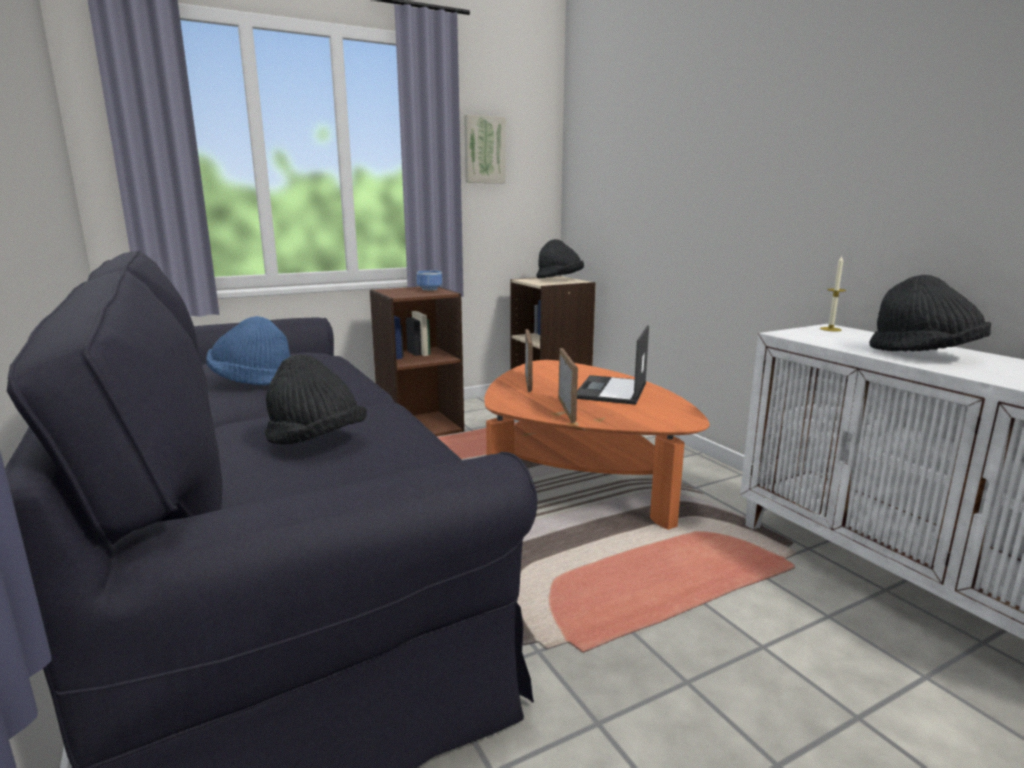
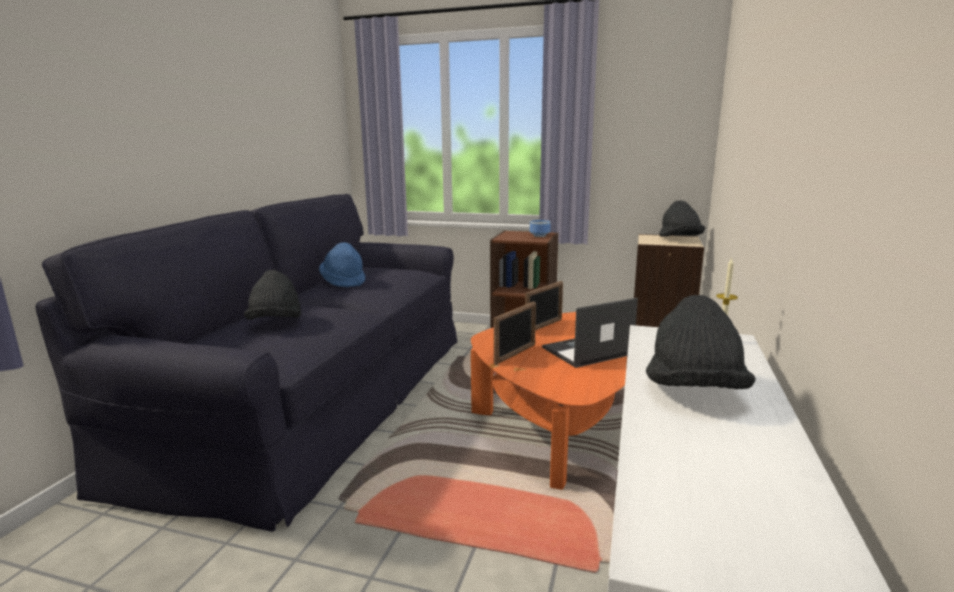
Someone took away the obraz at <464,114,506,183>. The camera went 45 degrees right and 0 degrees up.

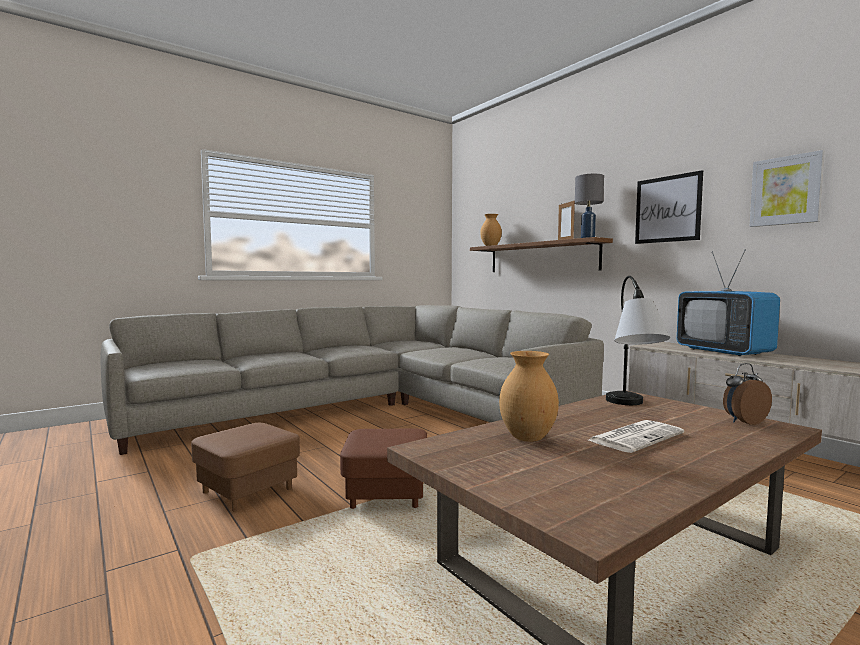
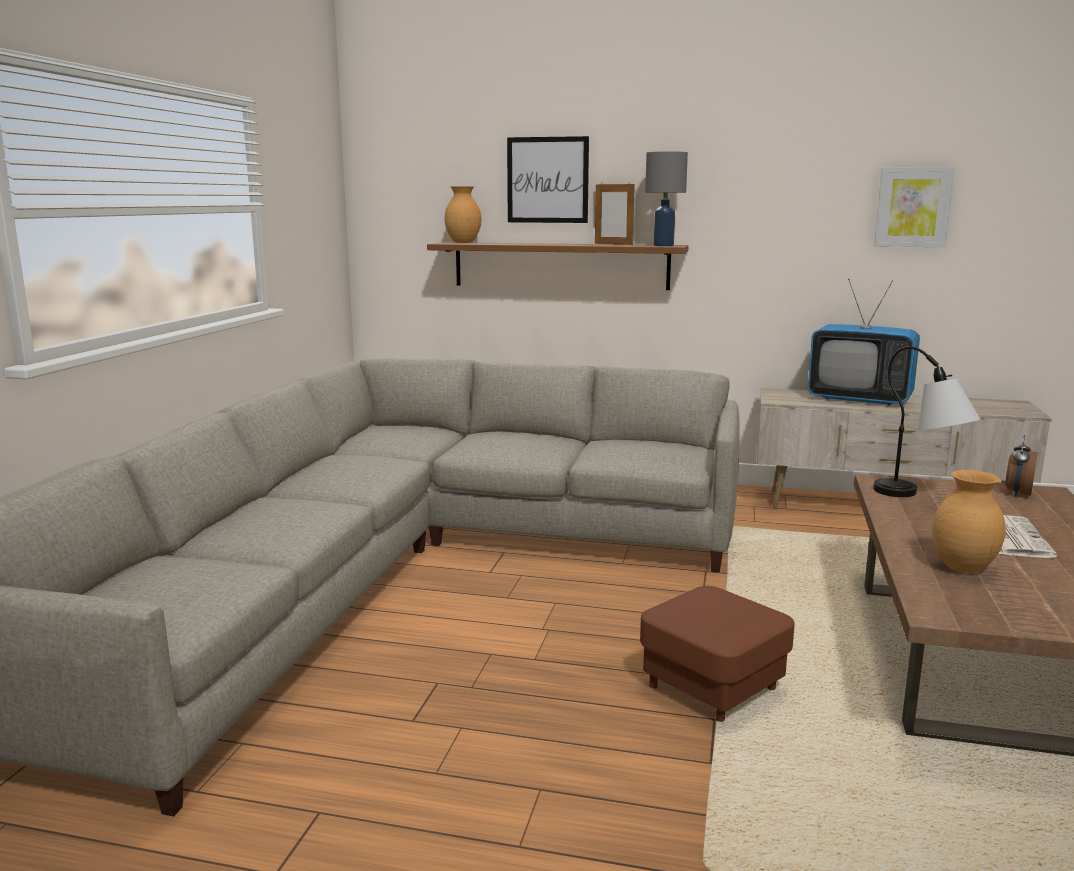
Someone took away the pufa/brązowy at <191,423,300,511>. Someone carried the obraz from <635,170,703,244> to <507,136,589,223>. The camera went 40 degrees left and 10 degrees up.

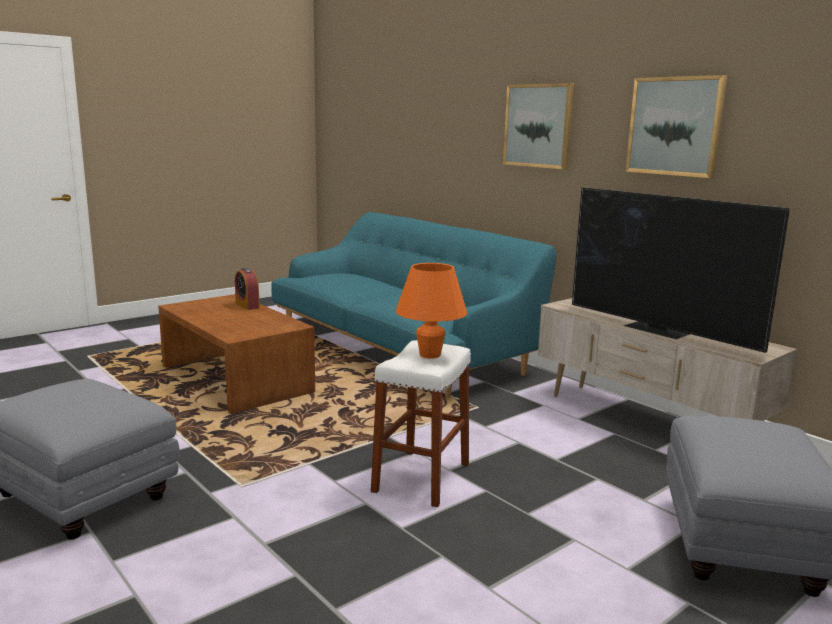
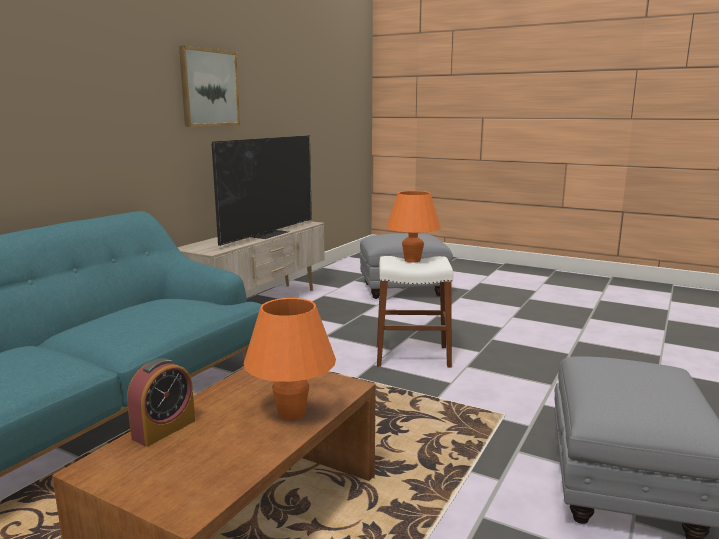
Someone took away the obraz at <503,83,574,169>. Someone put down the lampa stołowa/pomarańczowy at <244,298,336,420>. The camera went 110 degrees left and 0 degrees up.

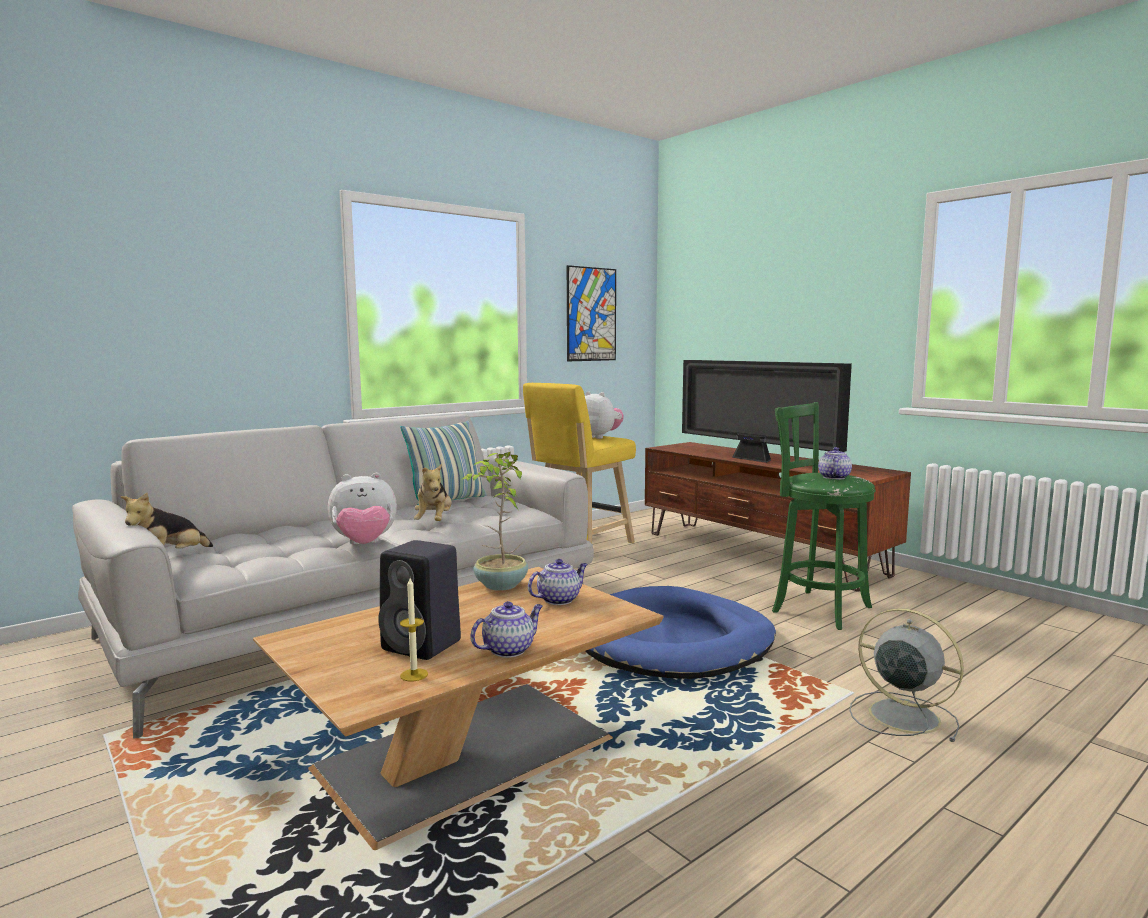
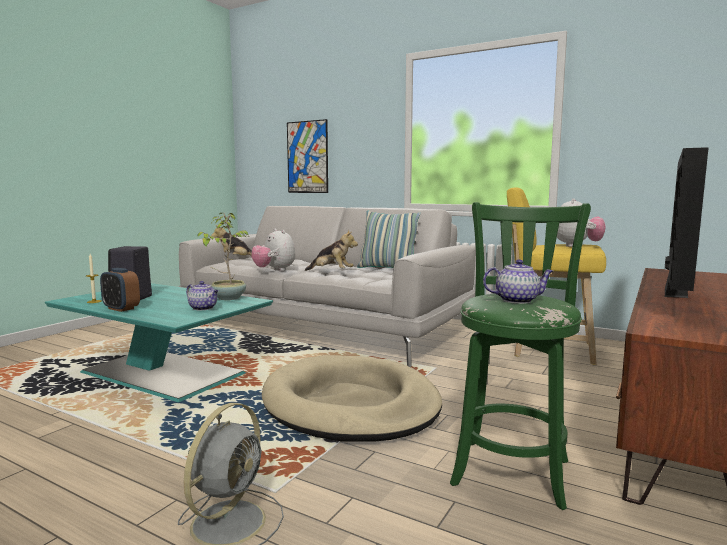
Someone carried the obraz from <567,265,616,361> to <287,119,328,193>. Someone swapped the imbryk at <470,601,543,658> for the budzik at <100,268,140,312>. Someone repainted the ława/brązowy at <253,567,664,850>, which became the ława/turkusowy at <45,283,273,402>. Someone repainted the legowisko/niebieski at <585,586,776,679>, which became the legowisko/beżowy at <262,355,442,442>. Someone rotated the pluszak at <414,464,452,521> by 135 degrees counterclockwise. The camera went 70 degrees right and 0 degrees up.

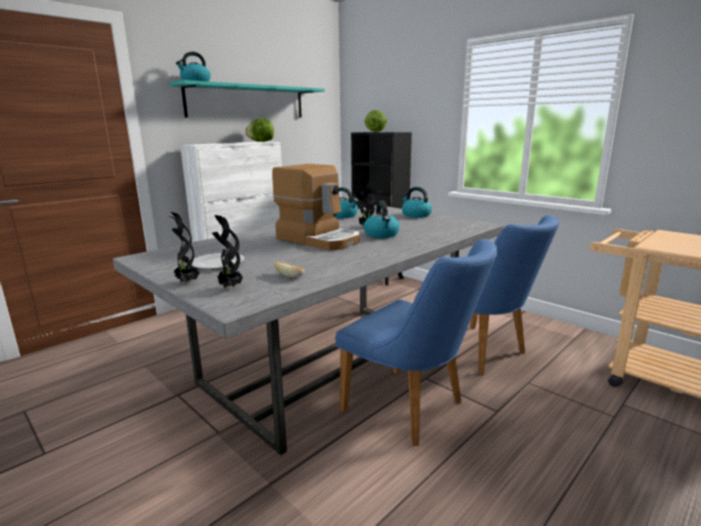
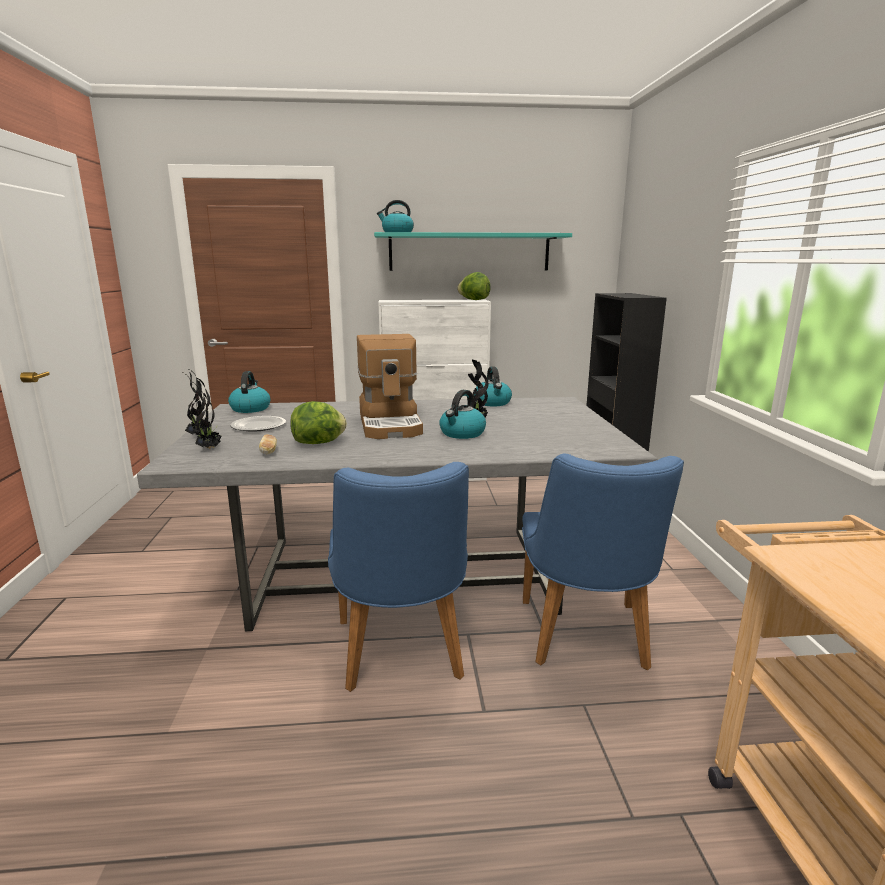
Someone carried the sałata from <365,110,387,132> to <290,401,347,444>. Someone carried the czajnik from <401,187,432,218> to <228,371,271,413>. The camera went 40 degrees right and 0 degrees up.

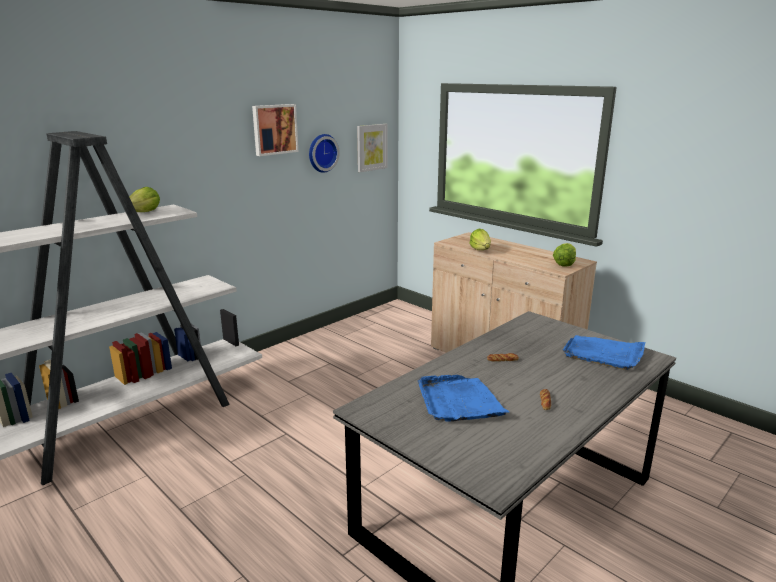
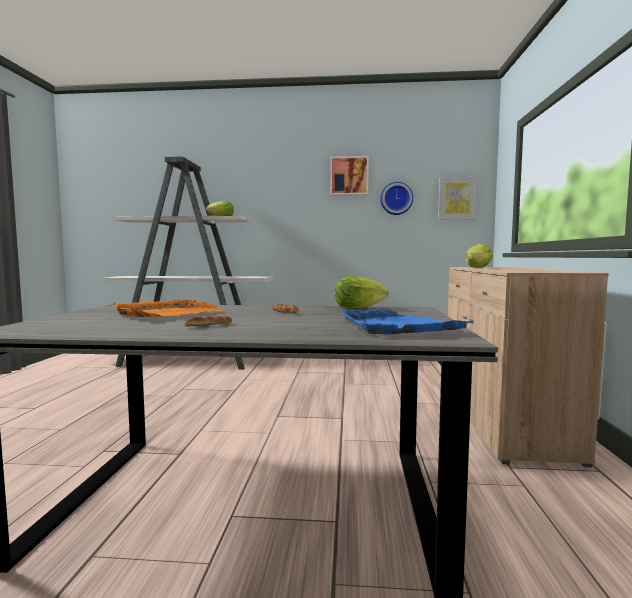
Someone carried the sałata from <553,243,576,267> to <335,276,388,309>. Someone repainted the taca/niebieski at <418,375,509,422>, which became the taca/pomarańczowy at <111,299,222,317>. The camera went 50 degrees right and 15 degrees down.

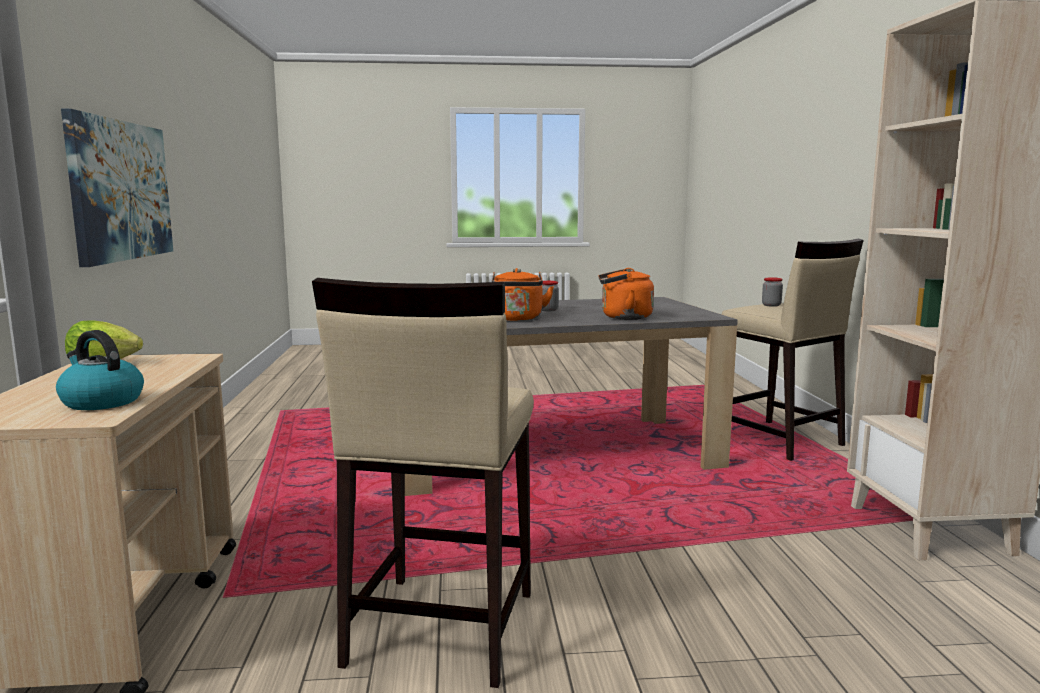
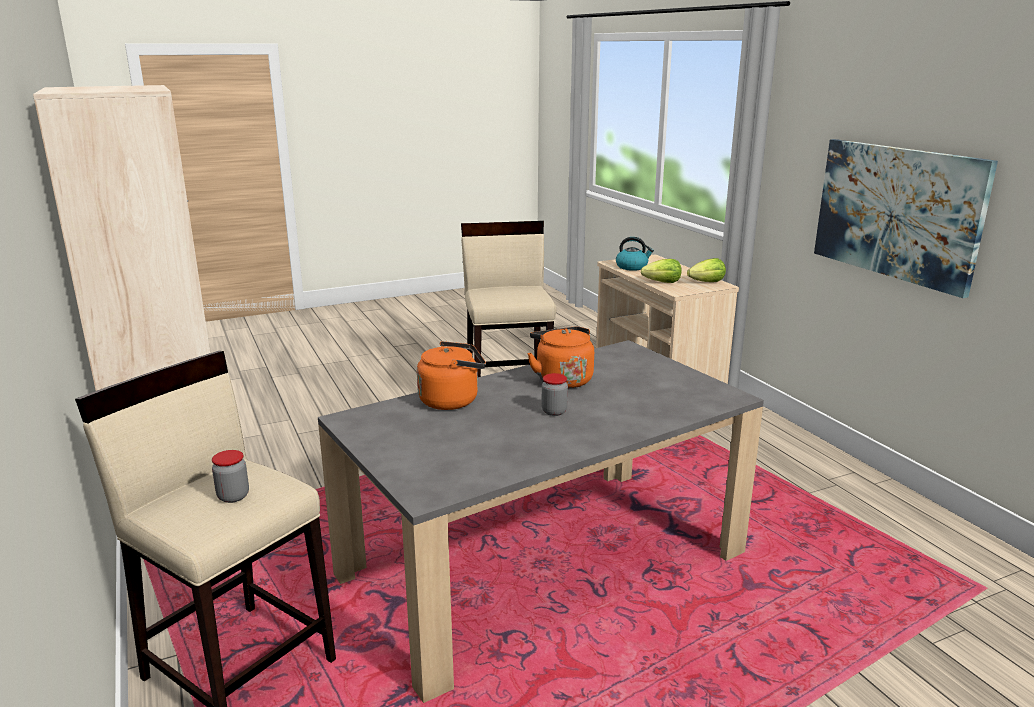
Someone put down the sałata at <641,259,682,283>. The camera went 160 degrees right and 10 degrees up.

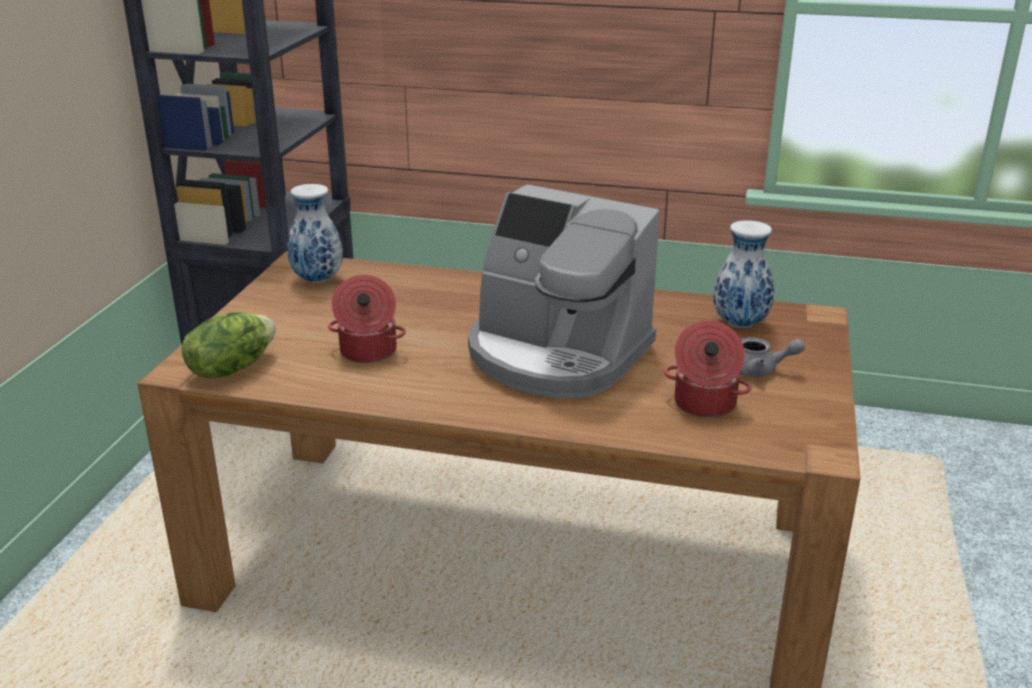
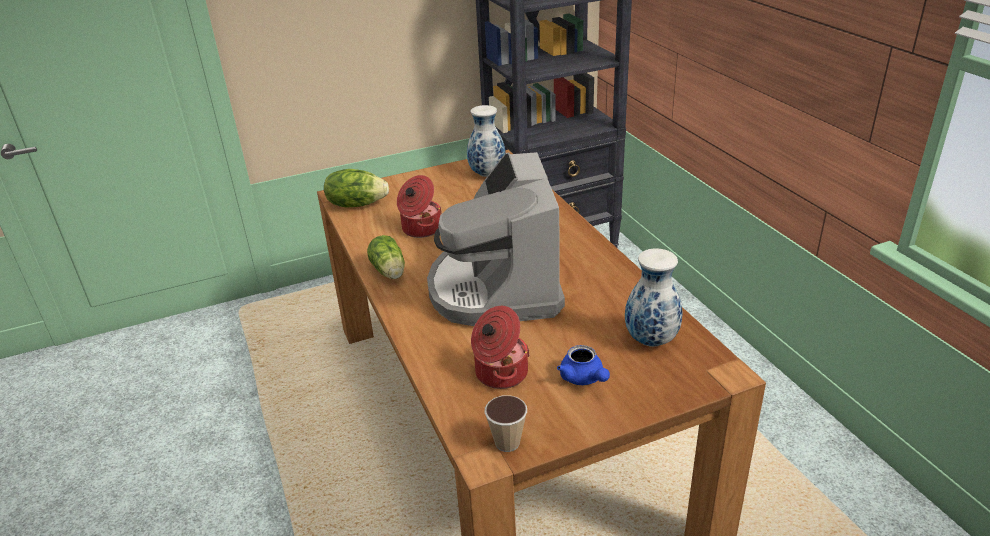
Someone put down the sałata at <367,235,405,279>. Someone put down the filiżanka at <485,395,527,452>. Someone repainted the imbryk/szary at <739,337,805,377>, which became the imbryk/niebieski at <557,345,610,385>. The camera went 55 degrees right and 5 degrees up.

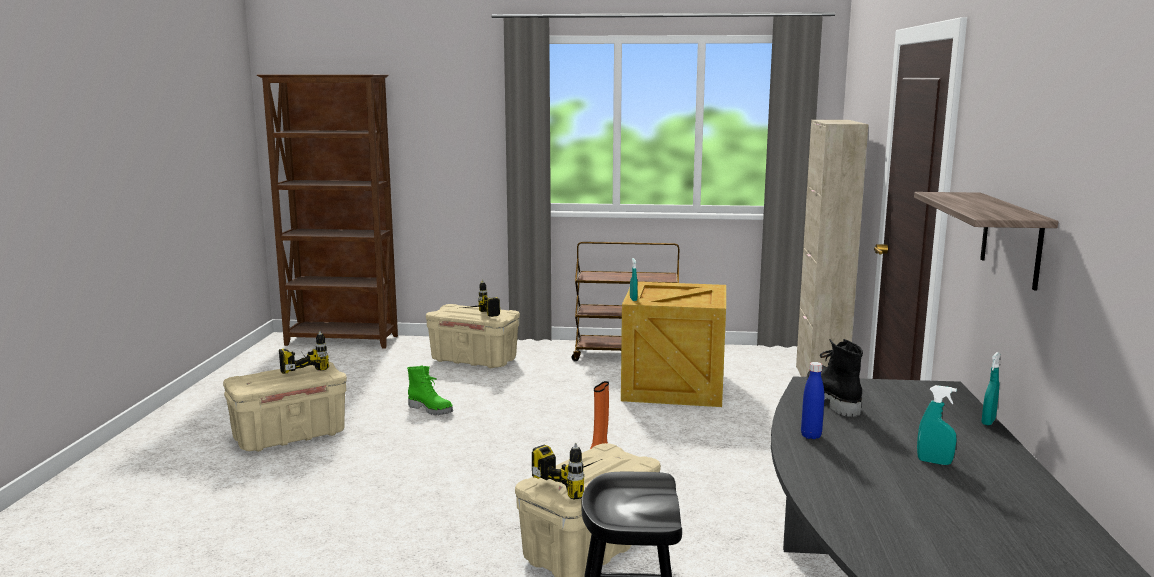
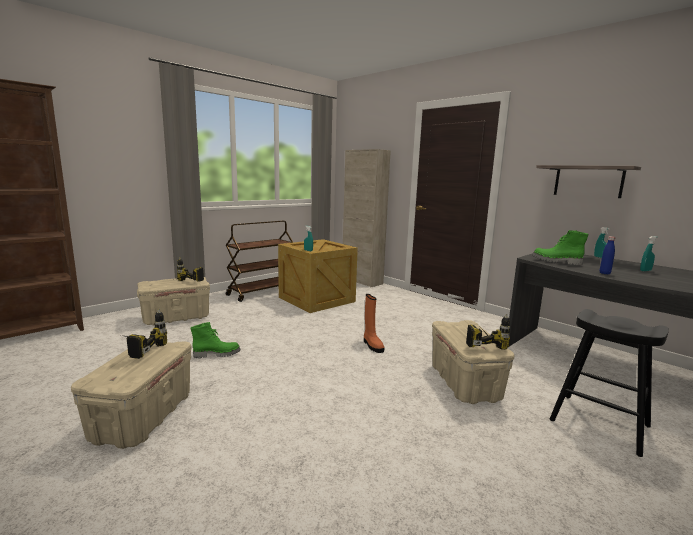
Someone repainted the but z cholewką/czarny at <806,339,863,417>, which became the but z cholewką/zielony at <532,230,588,265>. The camera went 50 degrees left and 0 degrees up.

